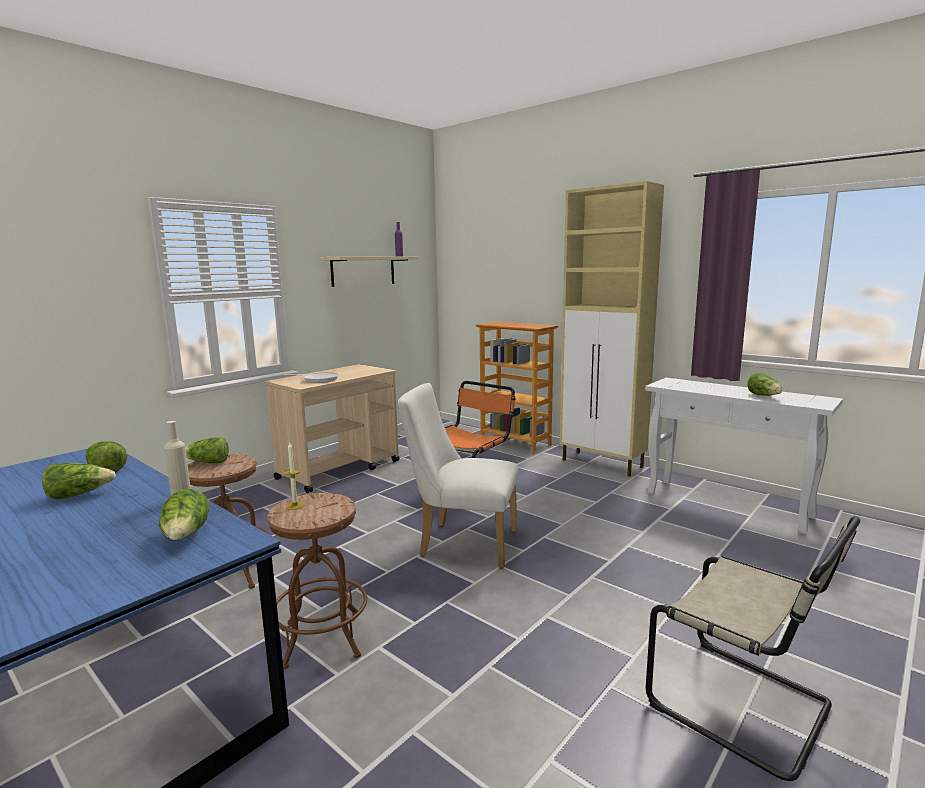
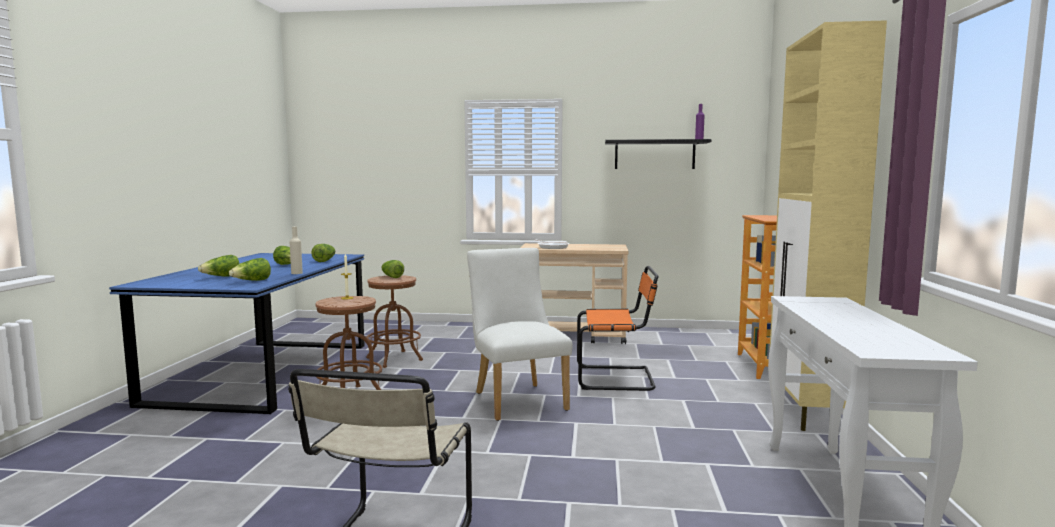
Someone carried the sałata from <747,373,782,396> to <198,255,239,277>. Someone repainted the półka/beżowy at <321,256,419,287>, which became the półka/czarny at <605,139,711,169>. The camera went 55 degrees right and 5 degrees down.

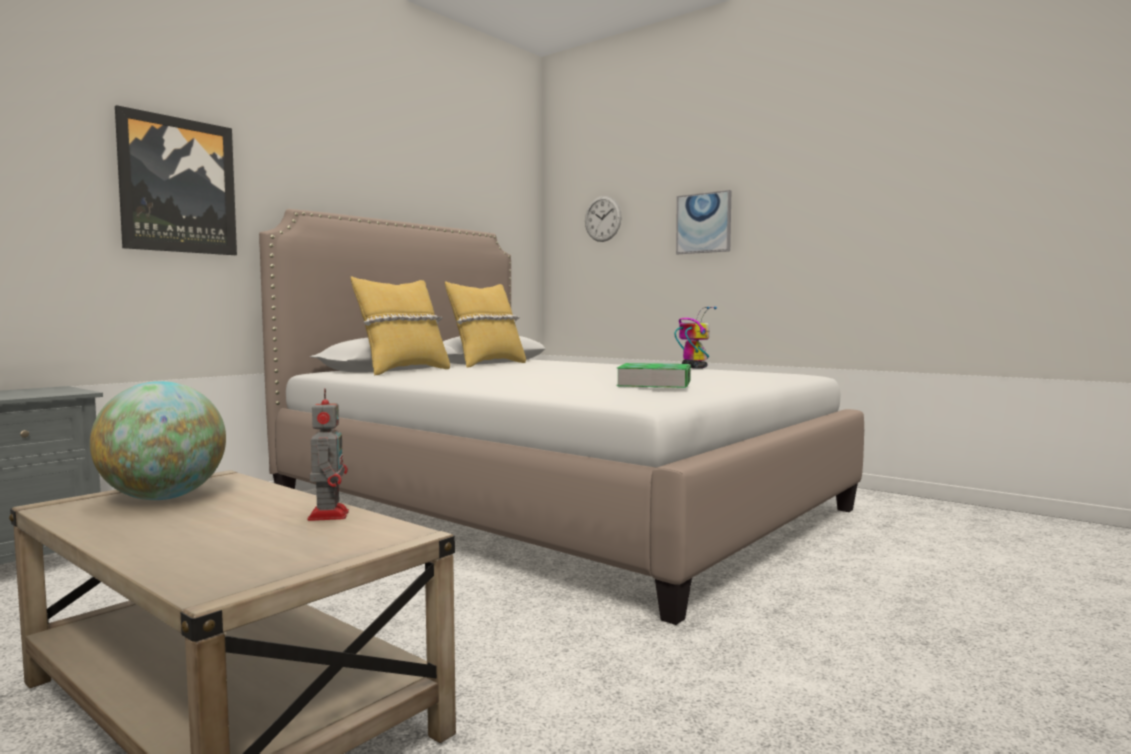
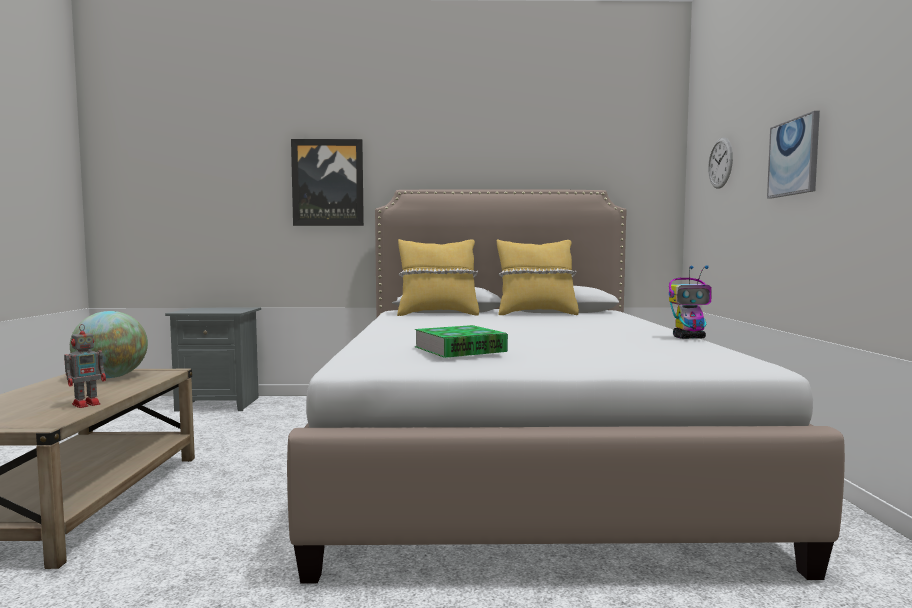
Someone rotated the robot zabawkowy at <674,307,717,369> by 60 degrees clockwise. The camera went 50 degrees right and 0 degrees up.

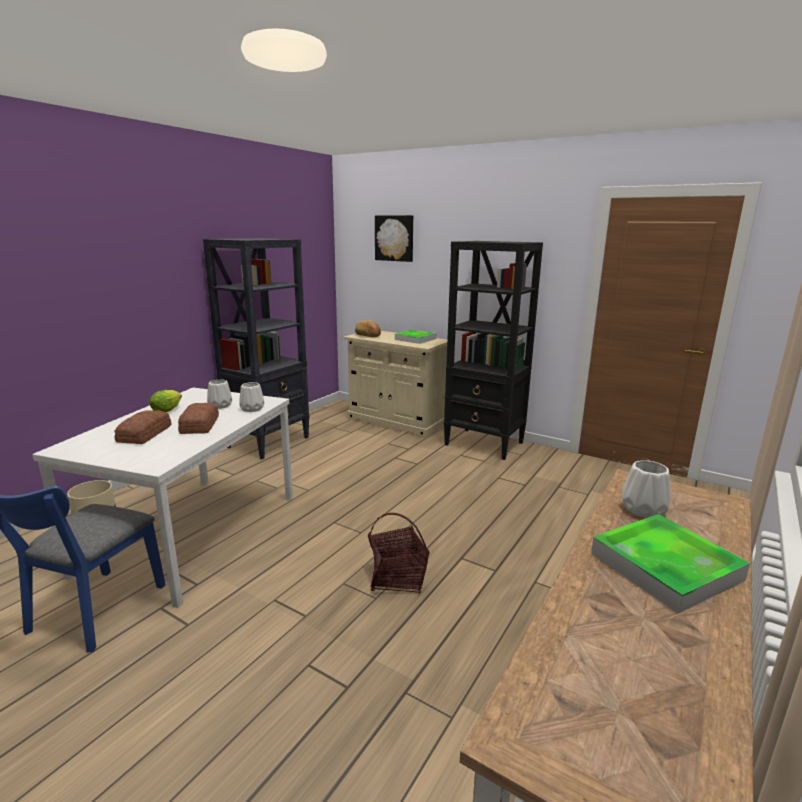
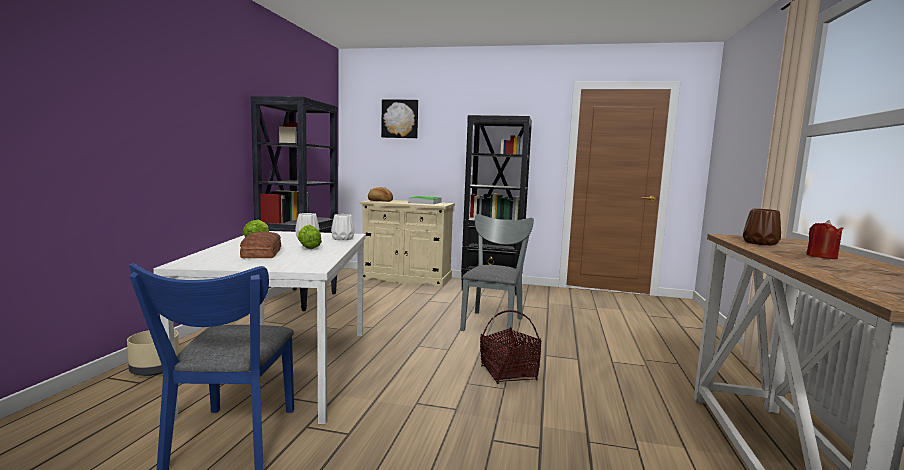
Someone put down the krzesło/szary at <460,214,534,338>. Someone swapped the chleb at <178,403,219,434> for the sałata at <298,225,322,249>. Someone swapped the taca at <591,514,750,614> for the świeca/czerwony at <806,220,844,259>. Someone repainted the wazon/biały at <622,460,671,518>, which became the wazon/brązowy at <743,209,781,246>. The camera went 20 degrees left and 10 degrees down.

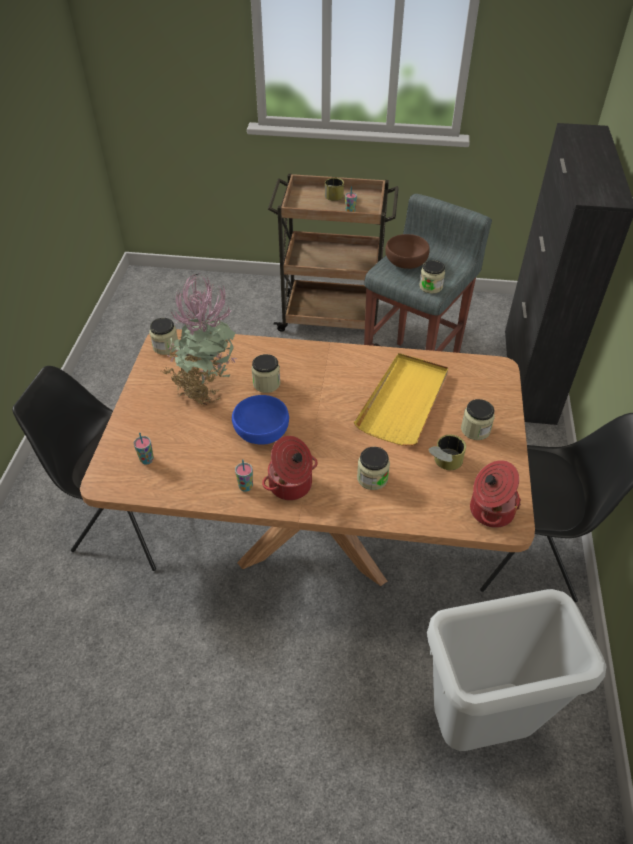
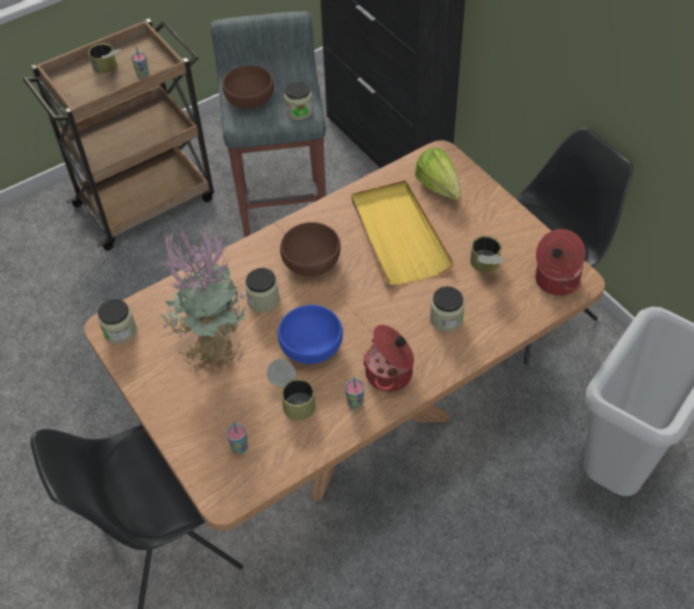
Someone took away the słoik at <461,399,495,440>. Someone put down the puszka at <267,359,316,420>. Someone put down the miska/brązowy at <280,222,341,277>. Someone put down the sałata at <415,148,461,200>. The camera went 40 degrees left and 5 degrees up.

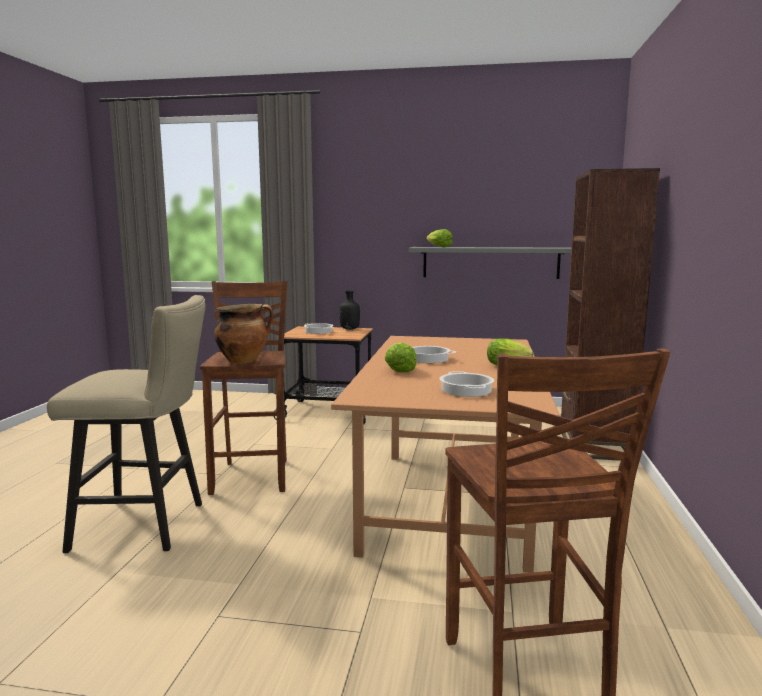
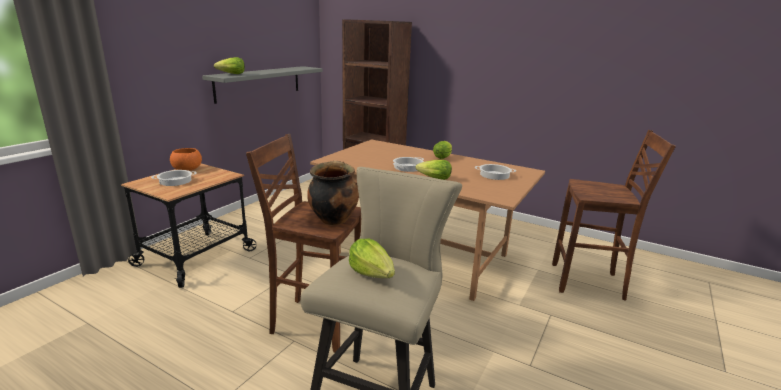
Someone put down the sałata at <349,239,395,278>. Someone swapped the butelka/czarny at <339,291,360,330> for the miska/pomarańczowy at <170,148,202,171>. The camera went 70 degrees left and 10 degrees up.

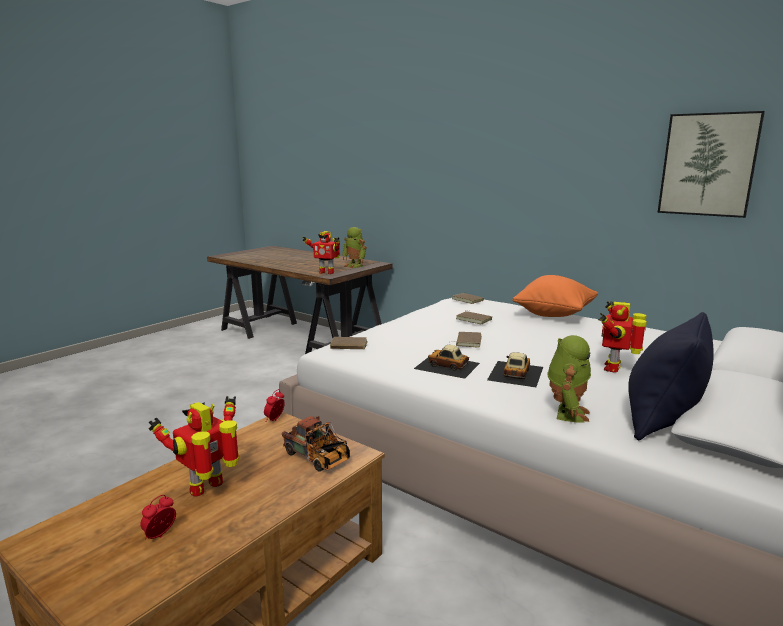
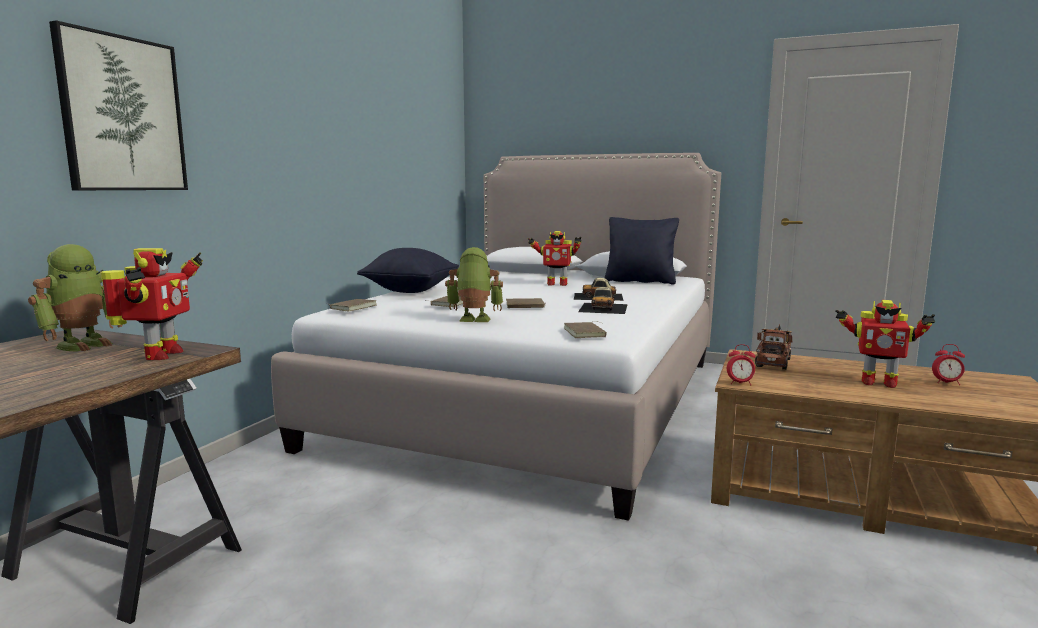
Someone carried the robot zabawkowy from <547,335,591,423> to <445,247,503,322>. Someone carried the obraz from <658,111,765,218> to <49,20,188,190>. Someone repainted the poduszka/pomarańczowy at <512,275,598,317>, which became the poduszka/czarny at <357,248,459,293>. The camera went 105 degrees left and 5 degrees down.

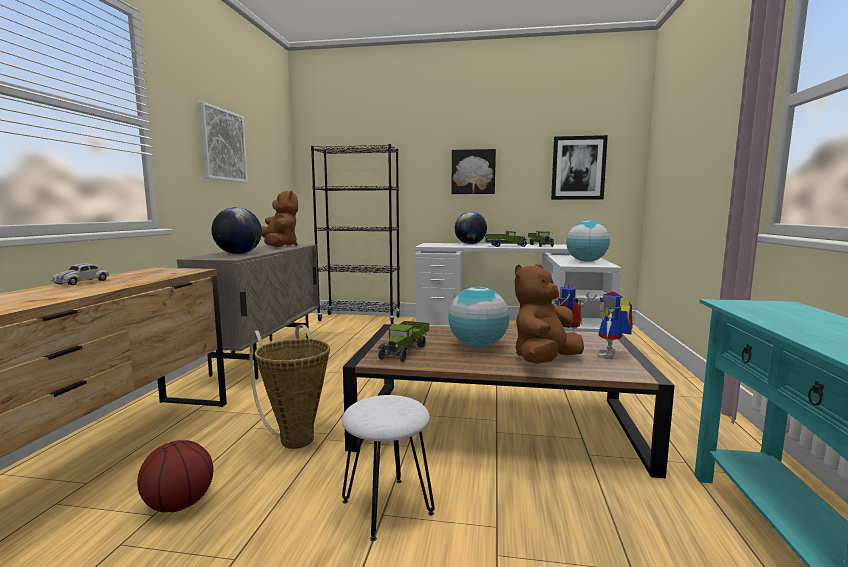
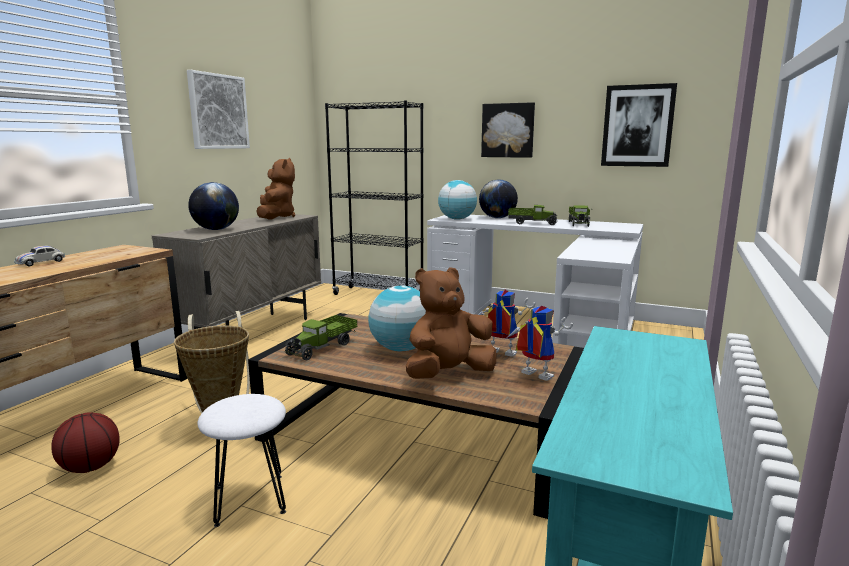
Someone carried the globus from <566,220,610,262> to <438,180,477,220>. Someone rotated the robot zabawkowy at <598,292,633,359> by 90 degrees clockwise. The camera went 15 degrees right and 5 degrees up.

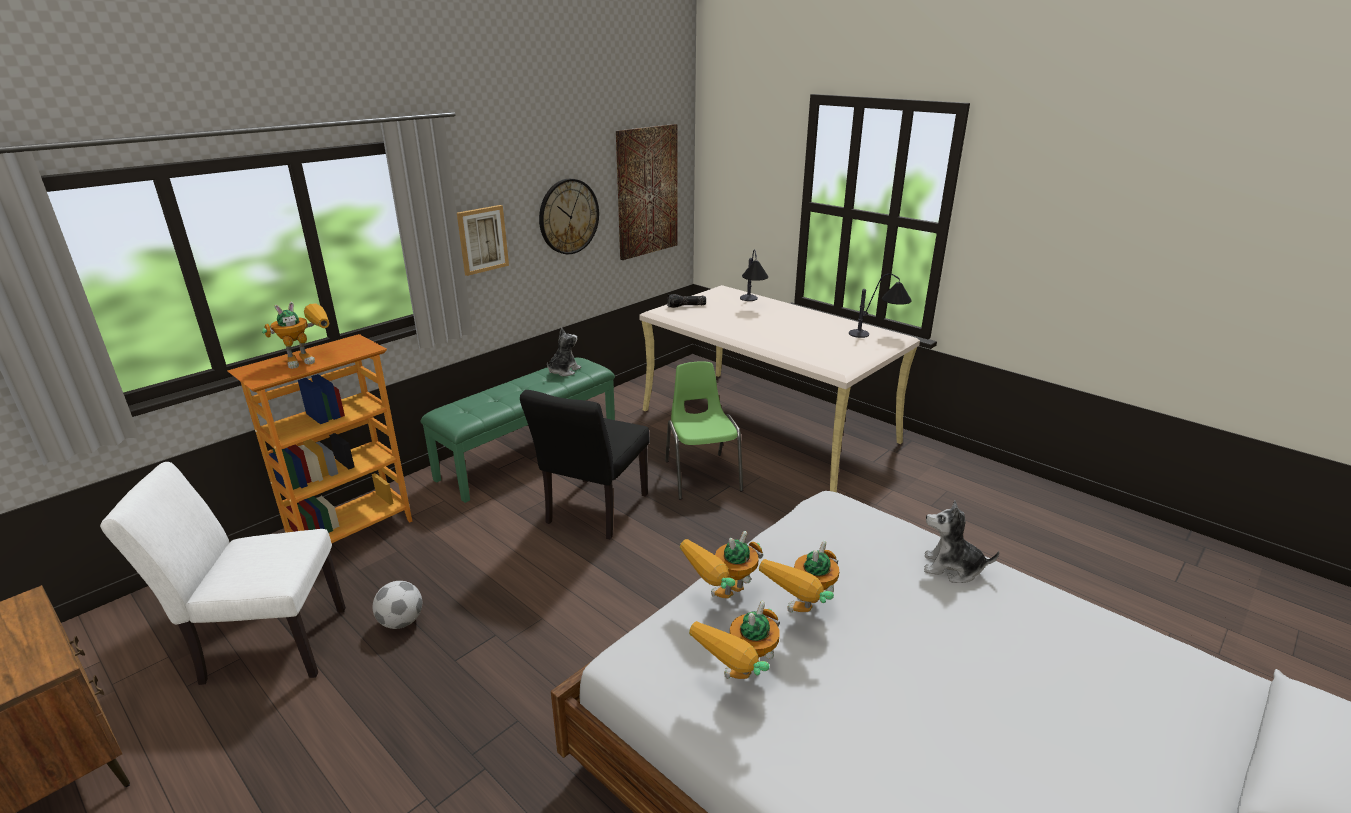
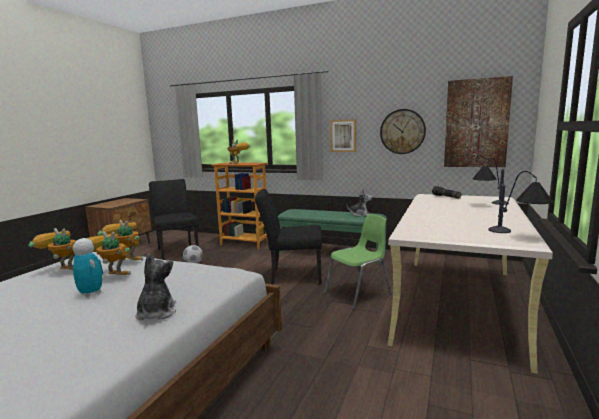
Someone put down the robot zabawkowy at <73,238,103,297>. Someone repainted the krzesło/biały at <100,462,346,685>, which became the krzesło/czarny at <149,179,199,260>. The camera went 70 degrees right and 15 degrees down.

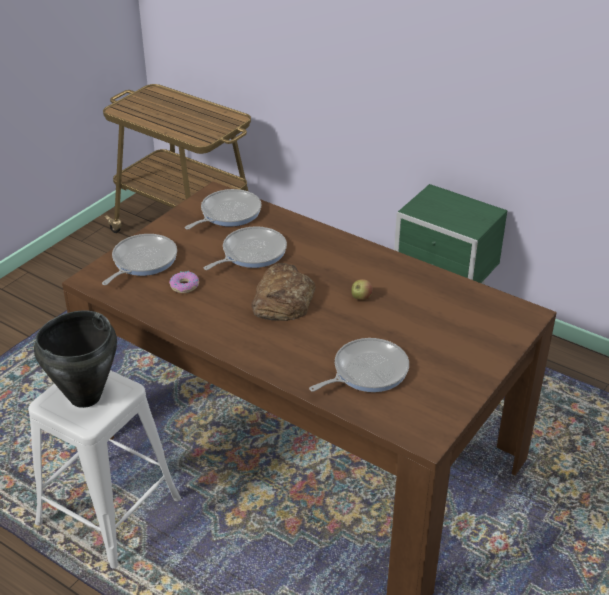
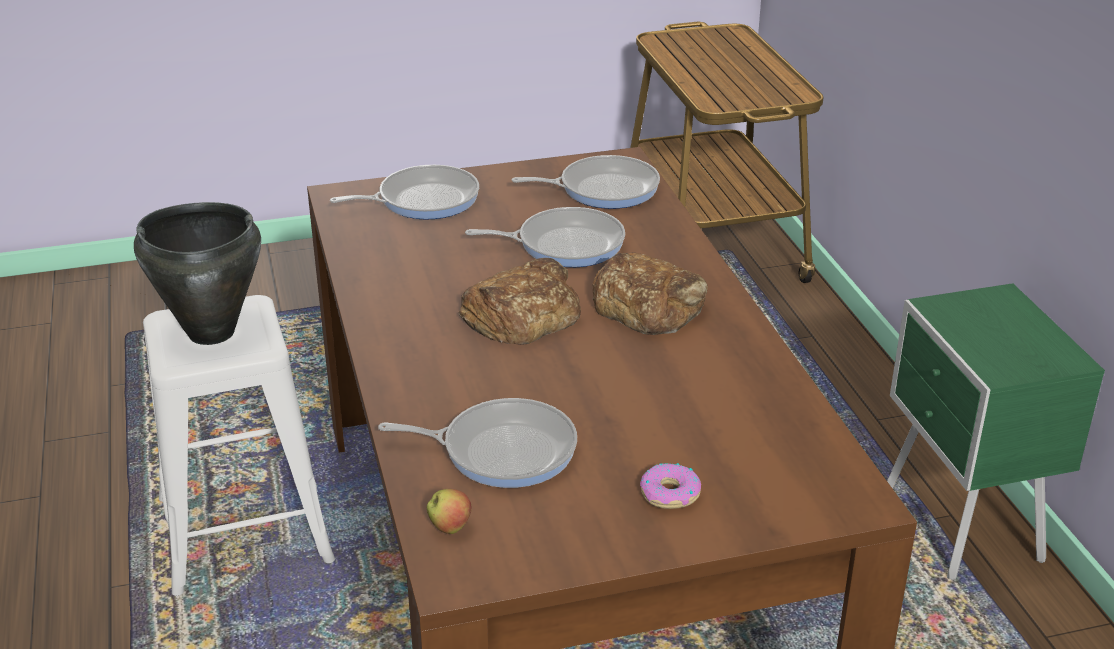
Someone put down the chleb at <592,252,708,335>. Someone carried the donut from <169,271,199,293> to <640,463,701,509>. Someone carried the jabłko from <351,279,373,300> to <427,489,472,534>. The camera went 40 degrees right and 5 degrees down.

